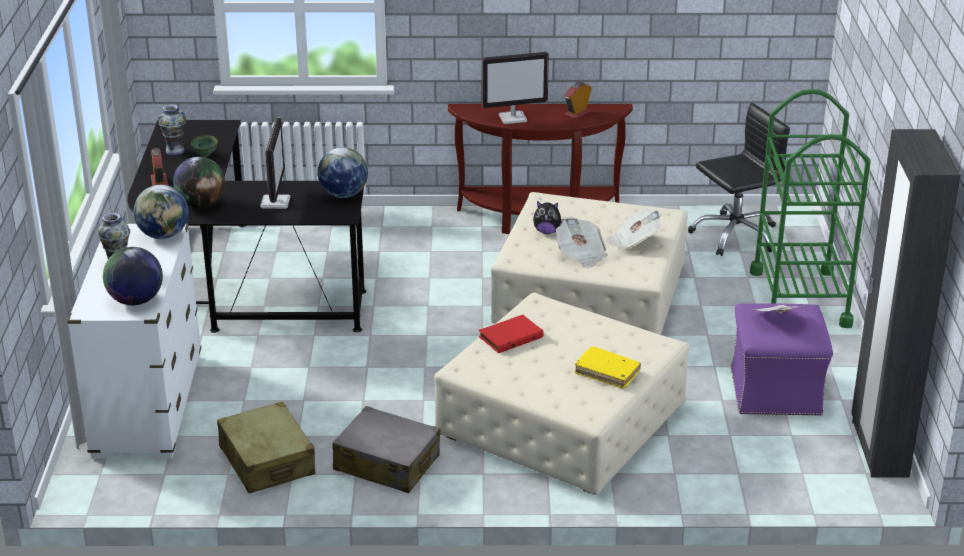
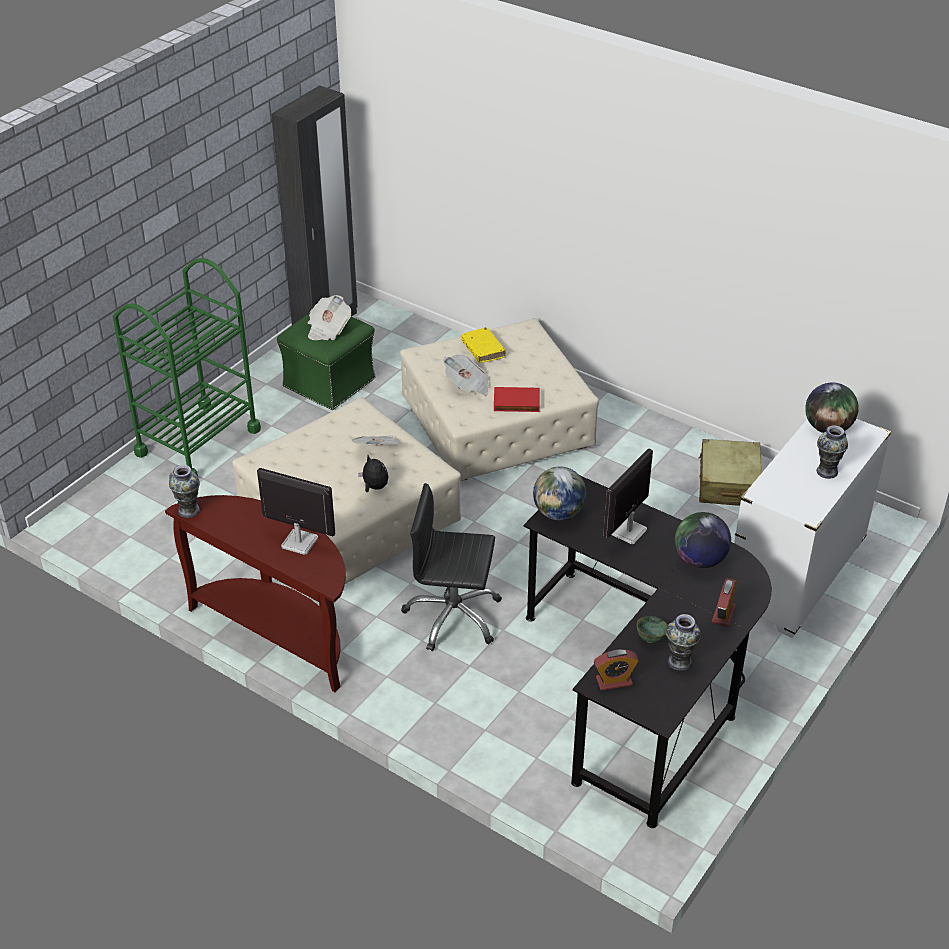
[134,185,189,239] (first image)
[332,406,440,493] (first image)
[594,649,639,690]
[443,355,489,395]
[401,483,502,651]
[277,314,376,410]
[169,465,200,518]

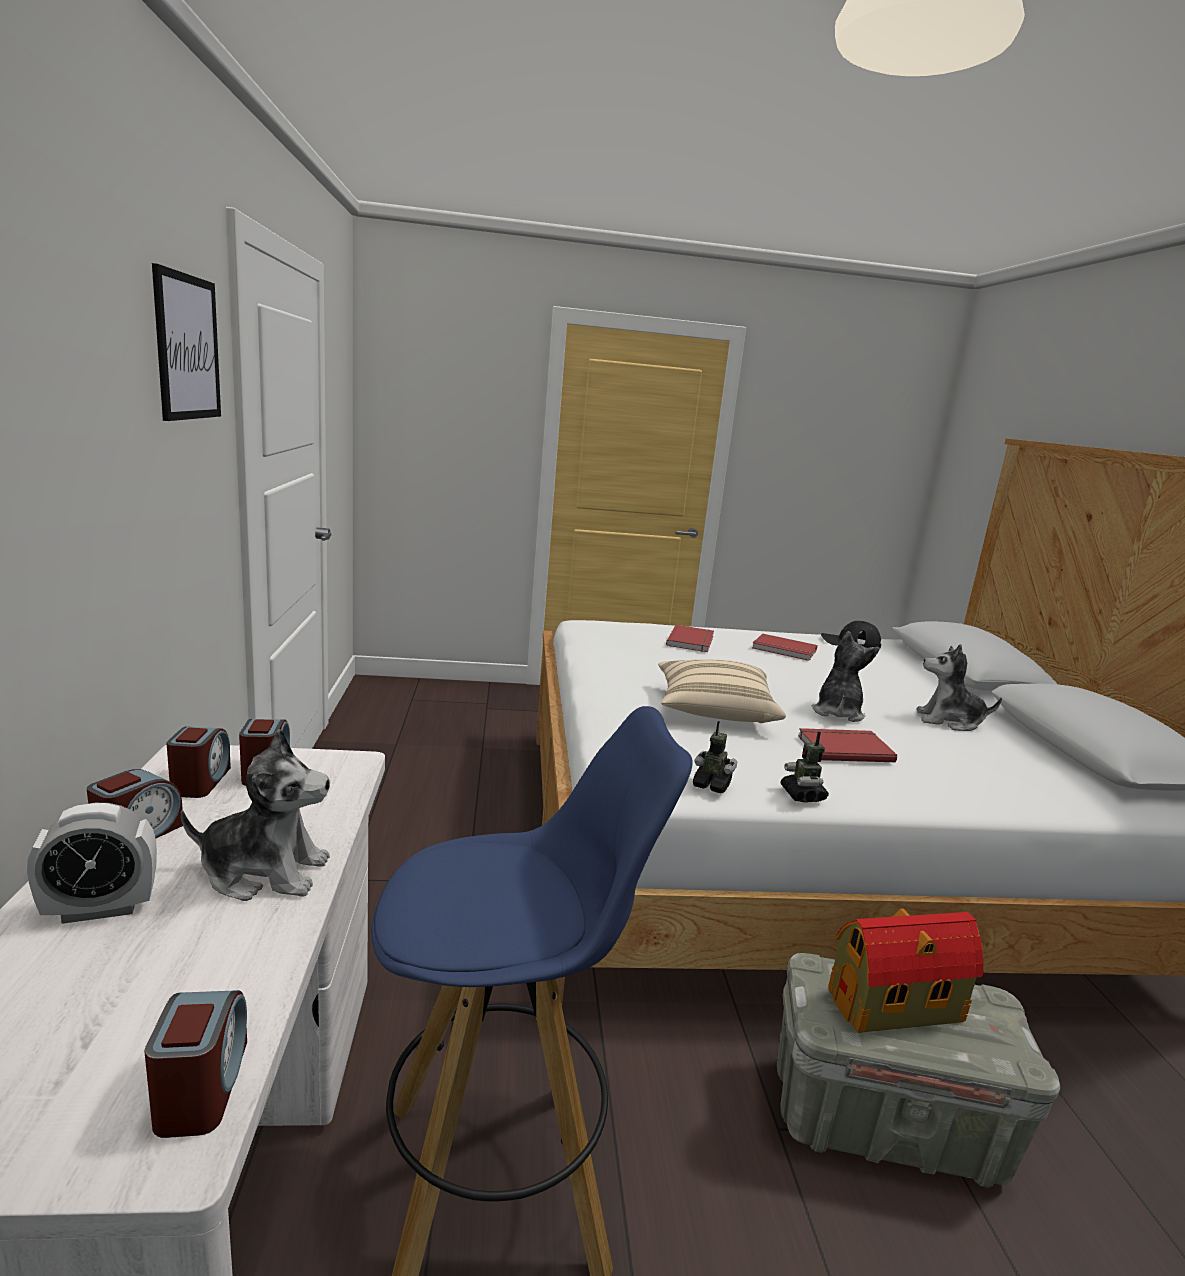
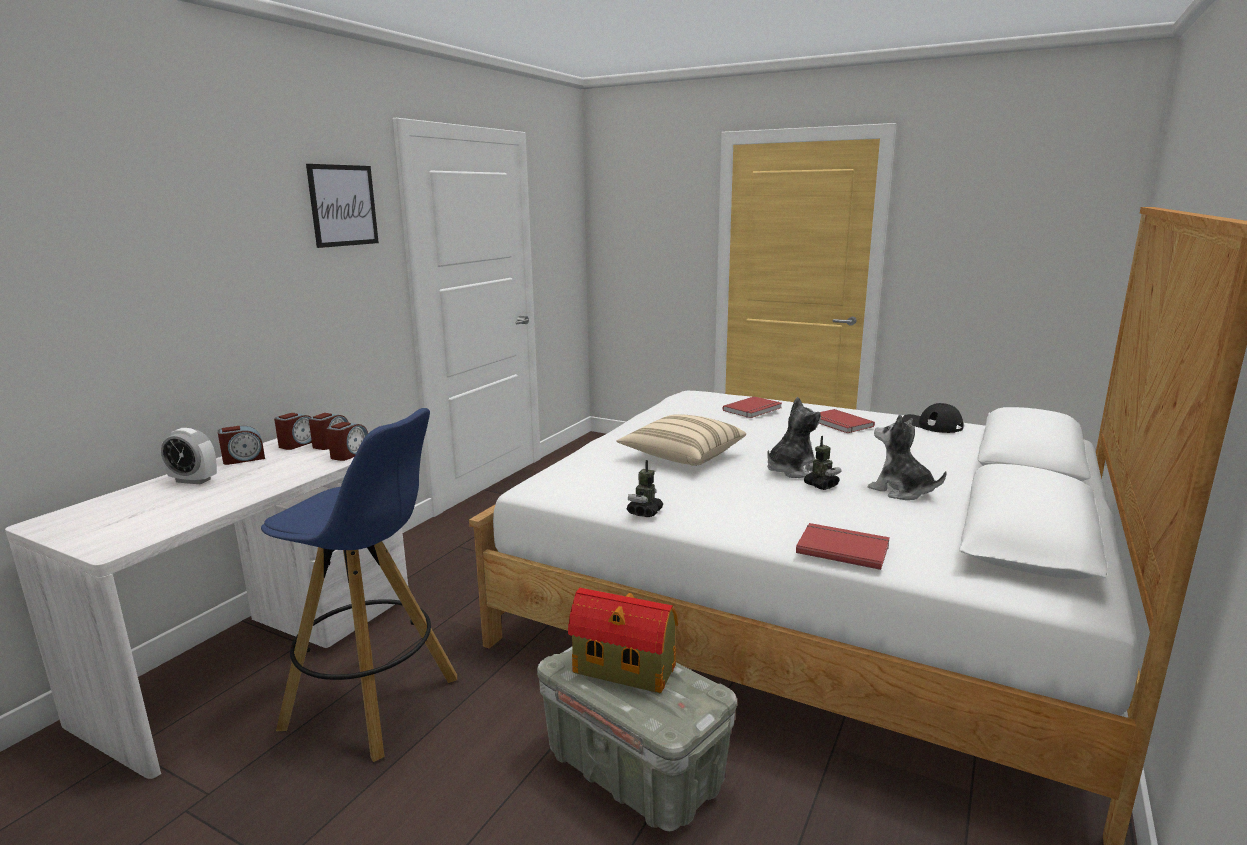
[327,422,368,461]
[181,729,330,901] (first image)
[804,436,841,490]
[796,523,890,570]

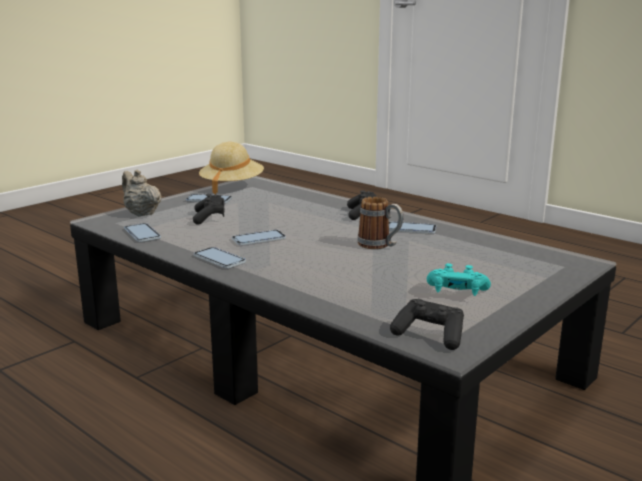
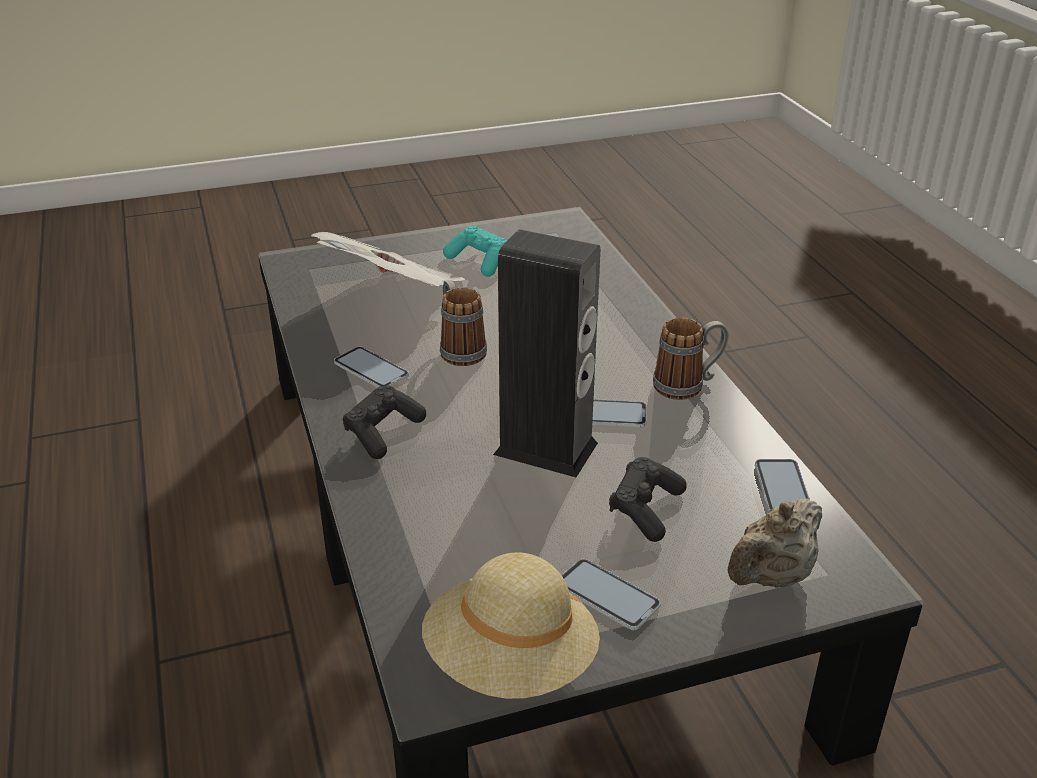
[728,498,822,588]
[653,317,729,400]
[390,299,464,350] (first image)
[311,232,465,287]
[493,229,600,477]

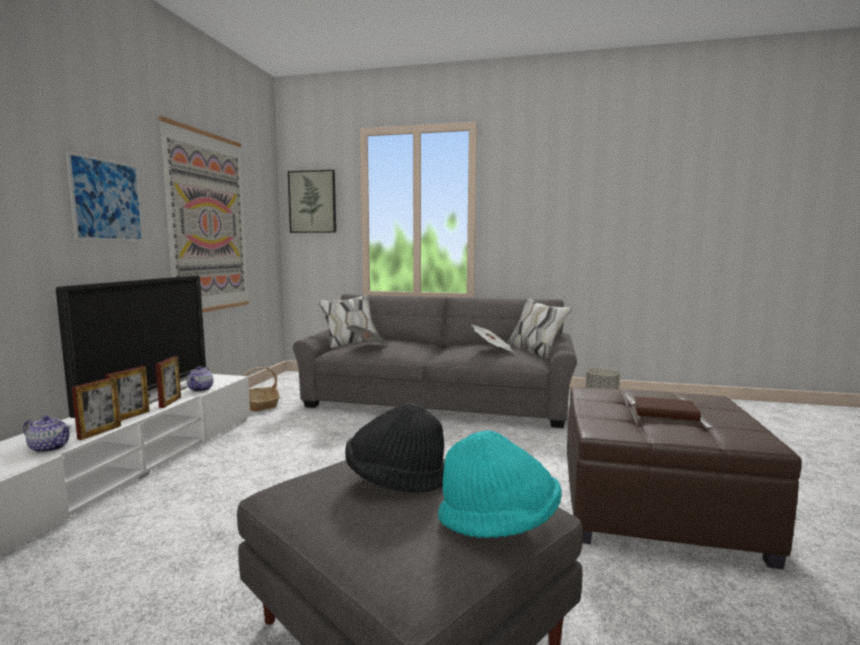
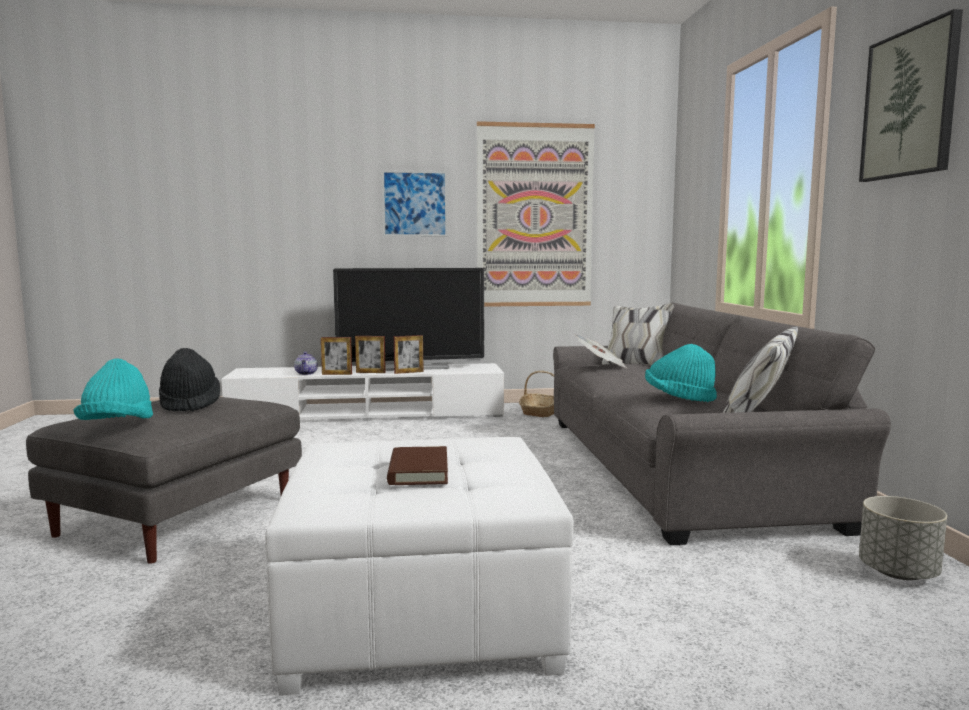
[187,366,213,392] (first image)
[859,9,963,182]
[645,344,717,402]
[265,437,574,695]

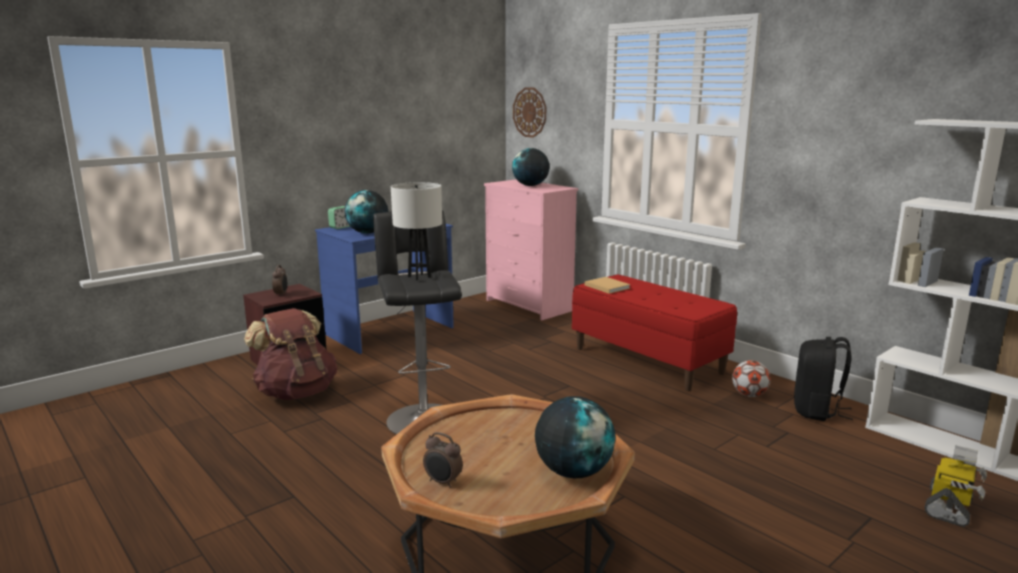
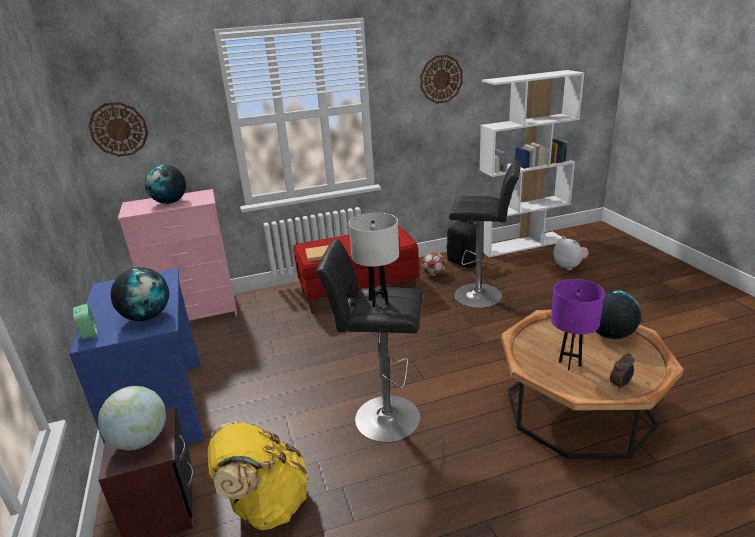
[208,421,309,530]
[98,386,166,450]
[553,236,589,270]
[420,55,463,104]
[449,160,521,308]
[551,279,605,370]

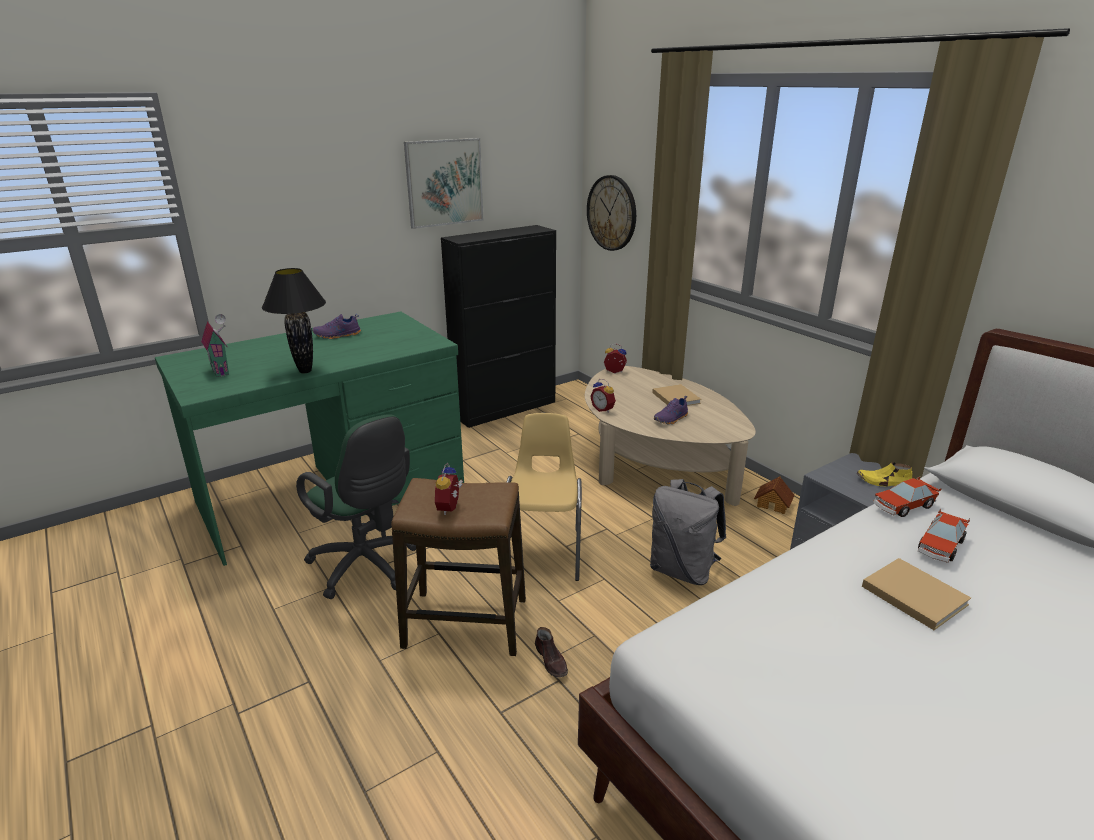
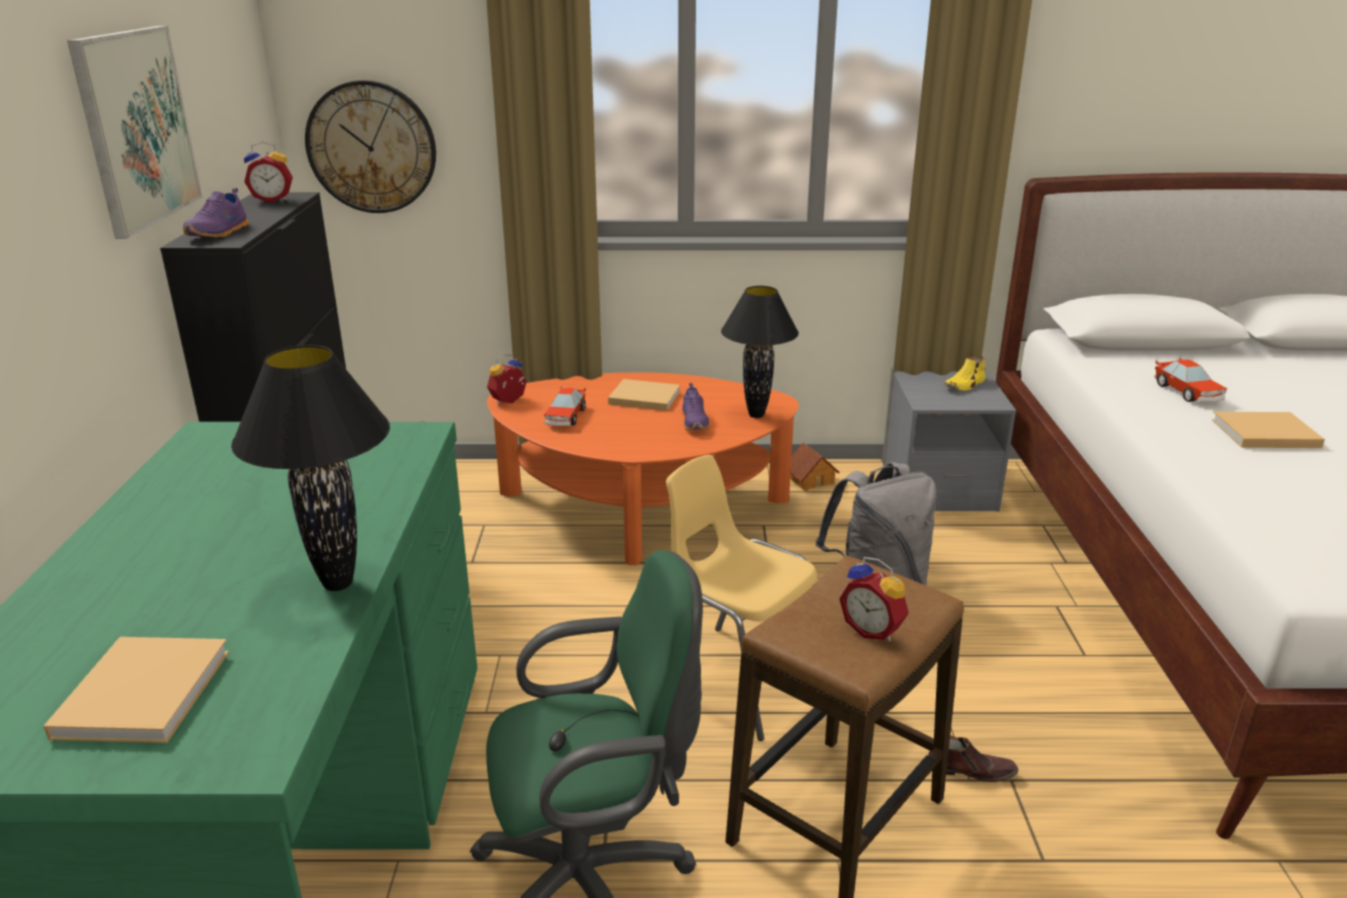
[43,637,229,743]
[183,188,248,237]
[487,372,799,565]
[244,142,293,203]
[544,386,586,426]
[721,286,799,418]

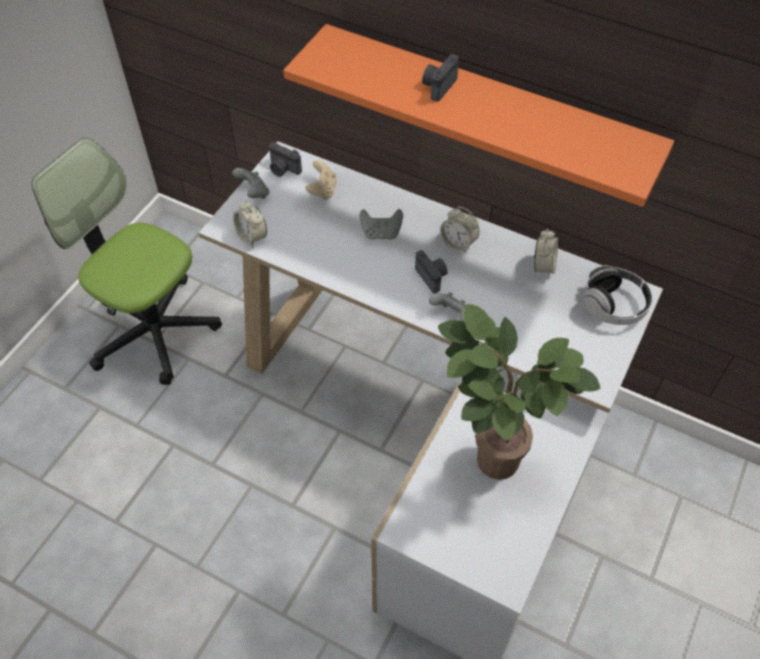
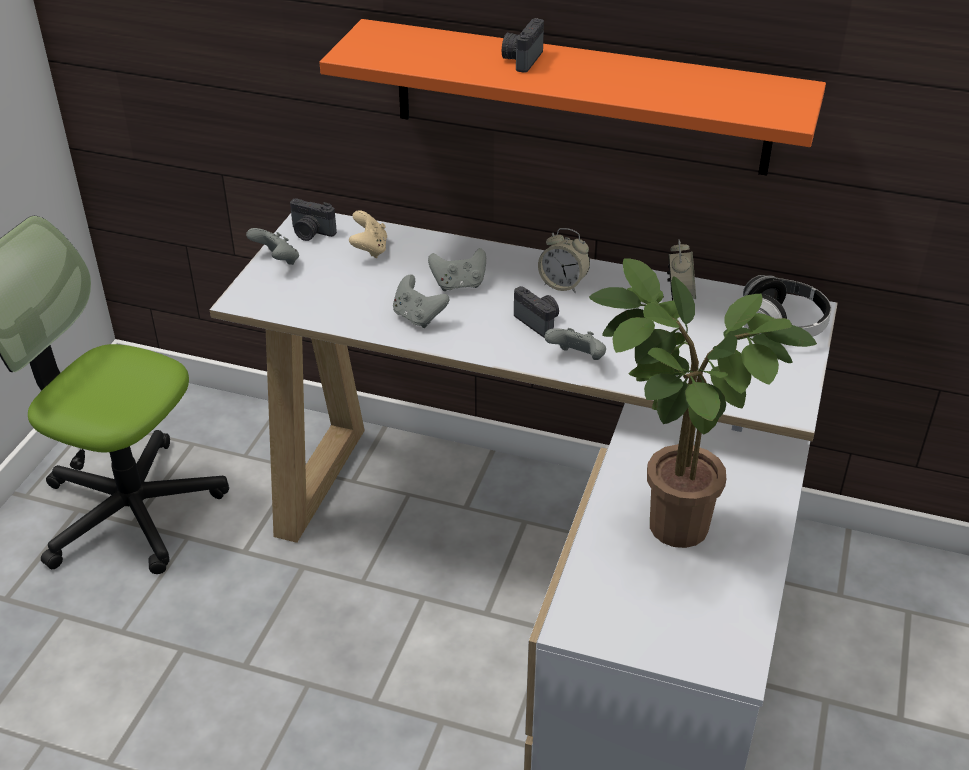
[233,200,267,247] (first image)
[393,275,449,328]

